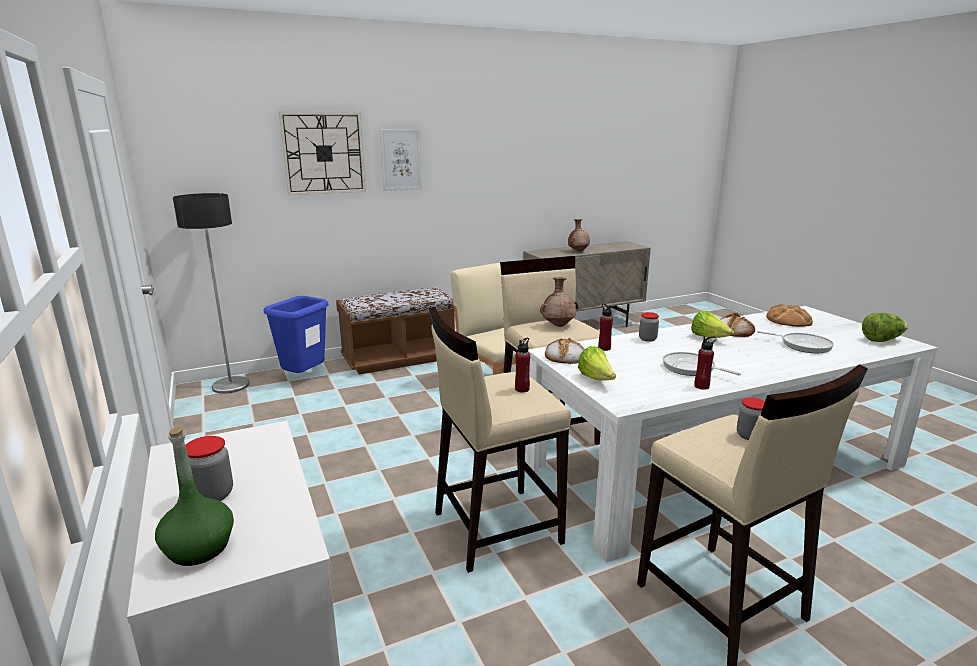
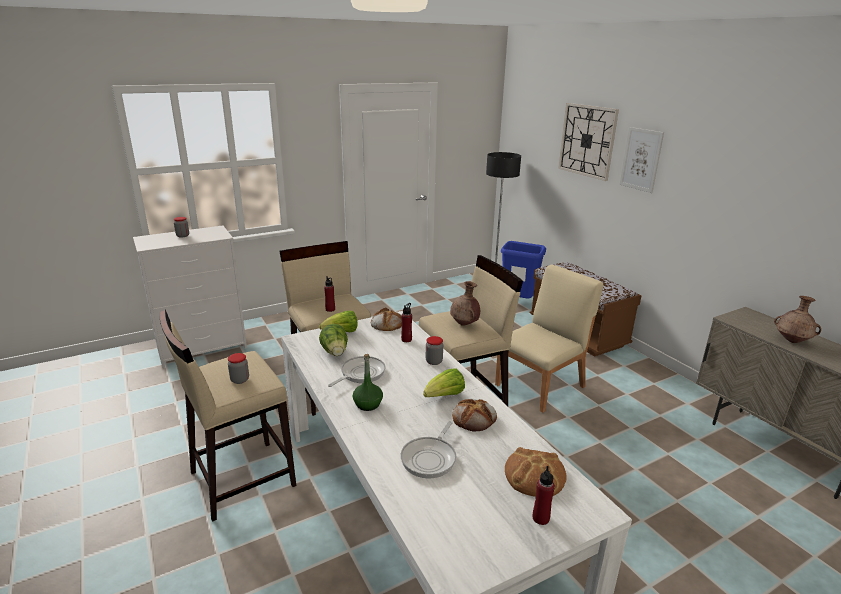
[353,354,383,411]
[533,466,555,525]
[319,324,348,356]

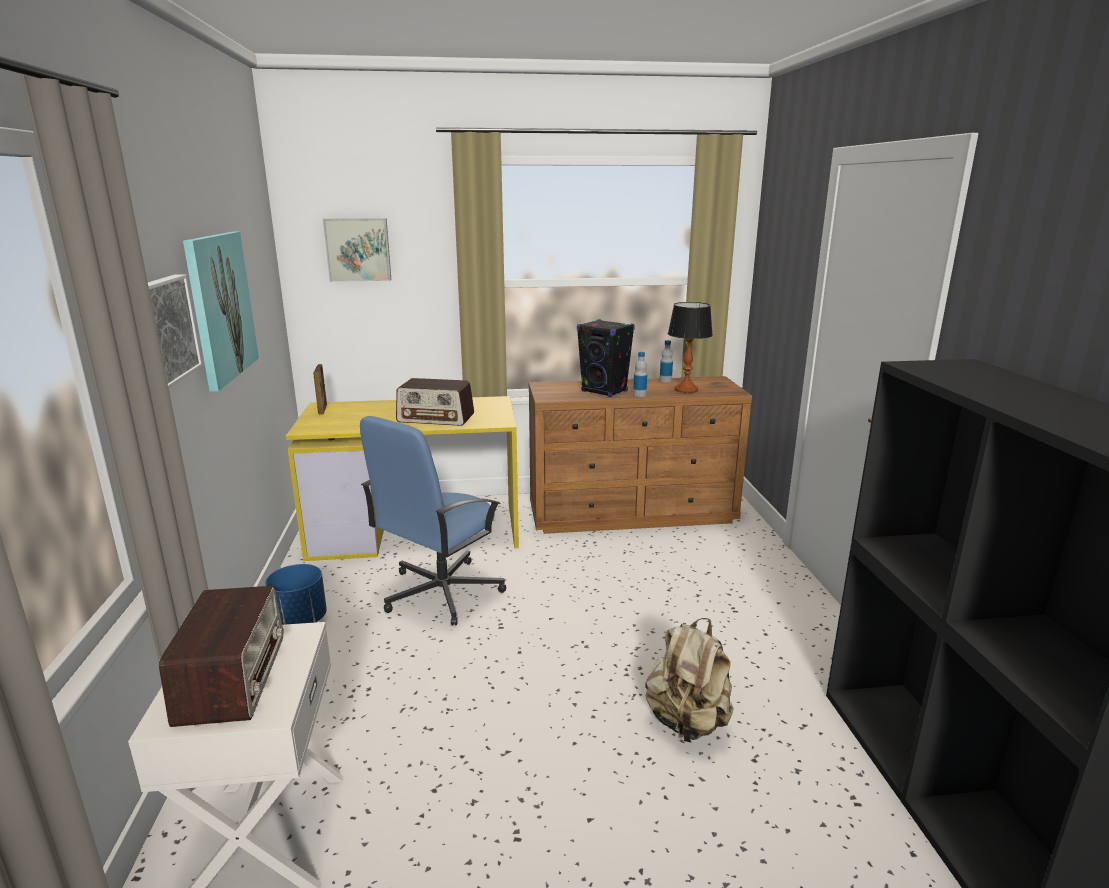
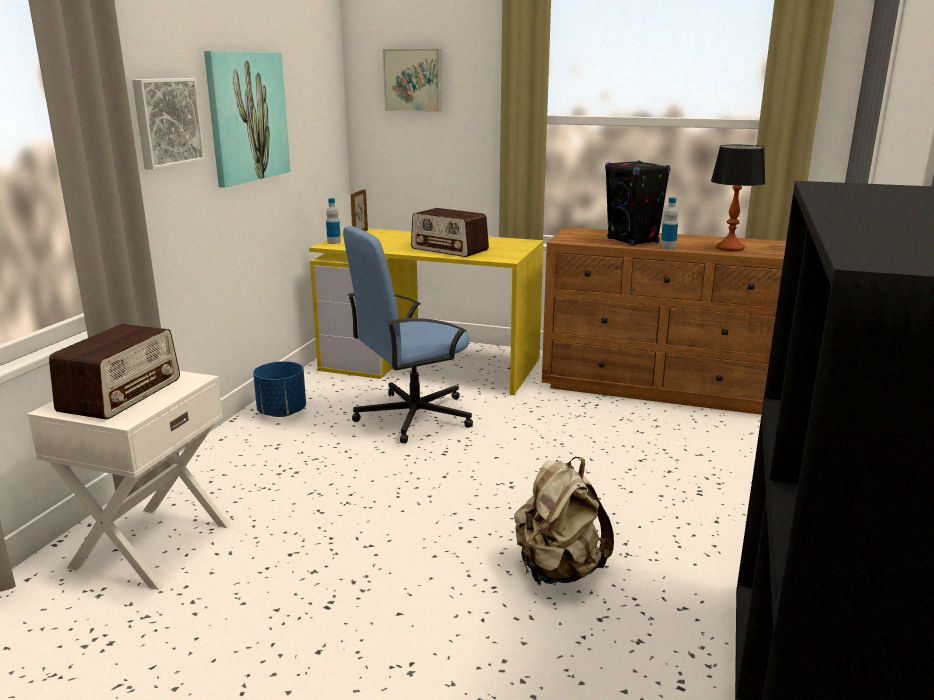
[326,198,341,244]

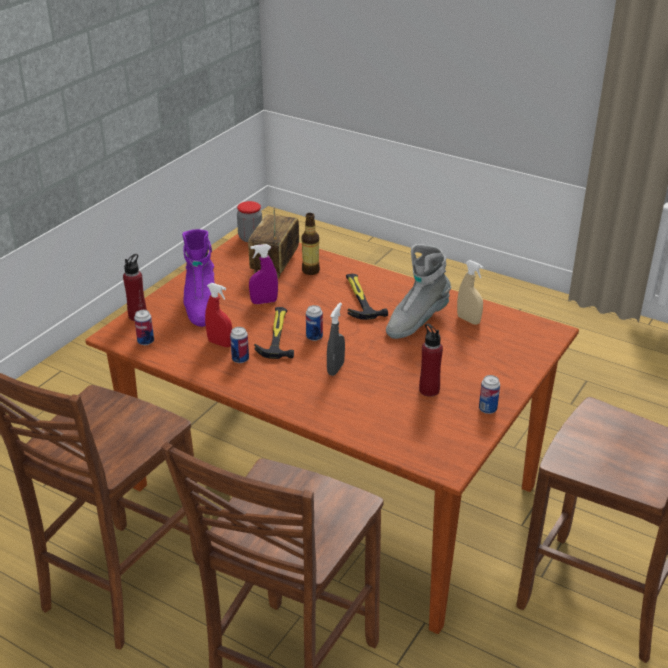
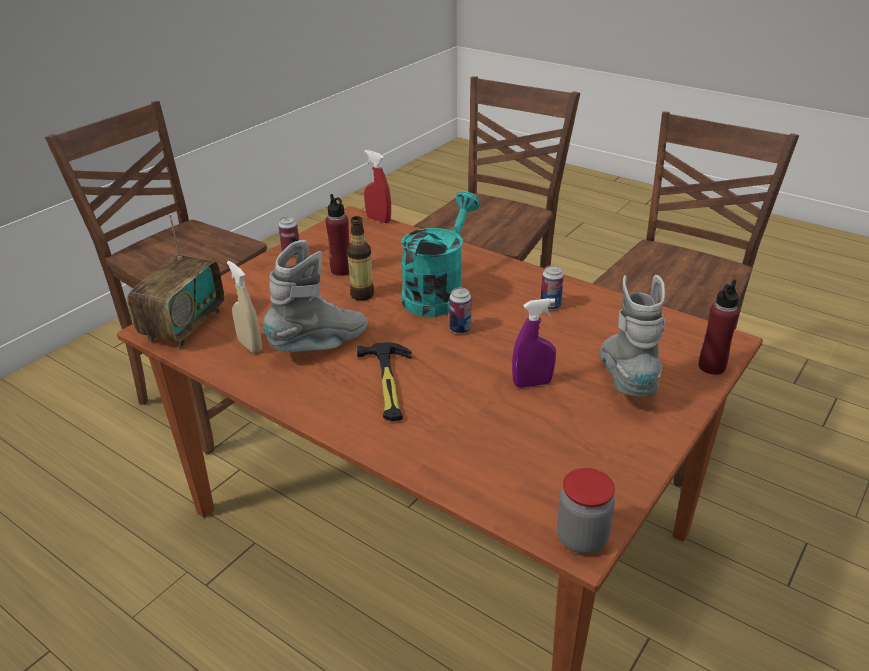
[134,310,154,345] (first image)
[599,275,665,397]
[364,150,391,223]
[127,214,224,349]
[254,307,294,359] (first image)
[347,216,374,301]
[401,191,480,317]

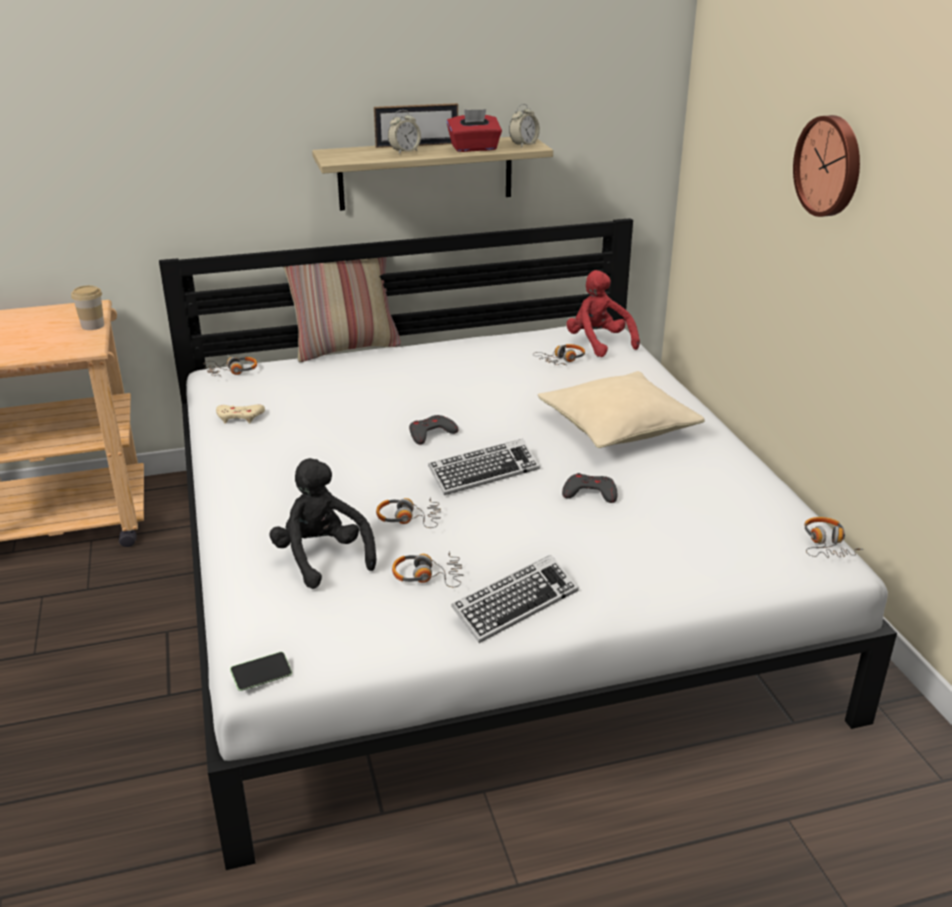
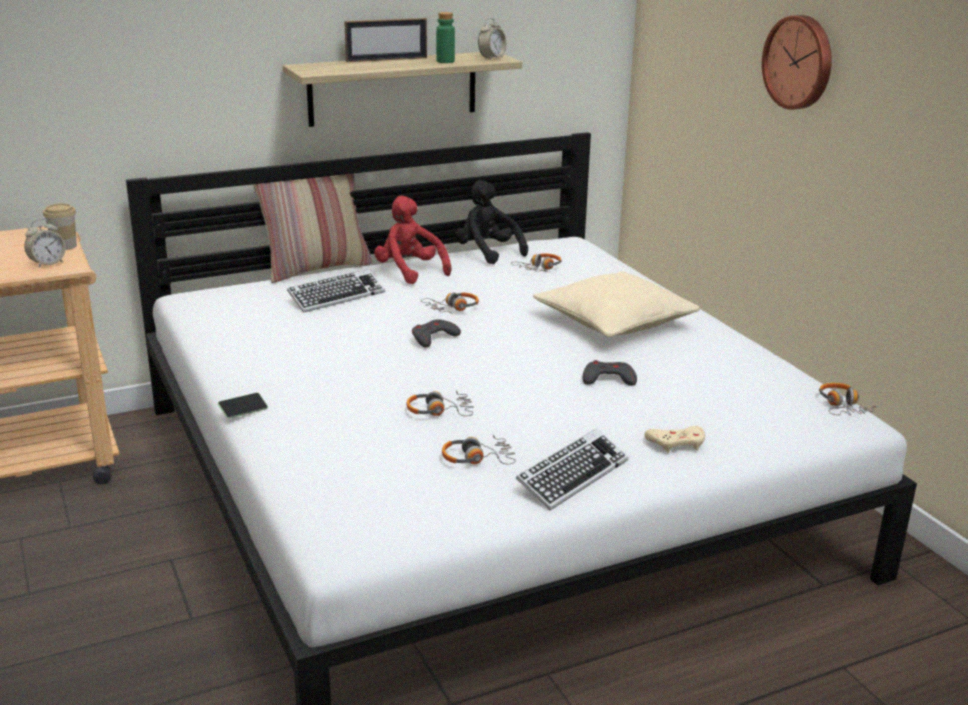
[421,293,479,314]
[644,426,705,453]
[218,392,268,418]
[455,180,528,264]
[24,219,66,268]
[287,269,385,313]
[436,12,455,63]
[374,196,452,284]

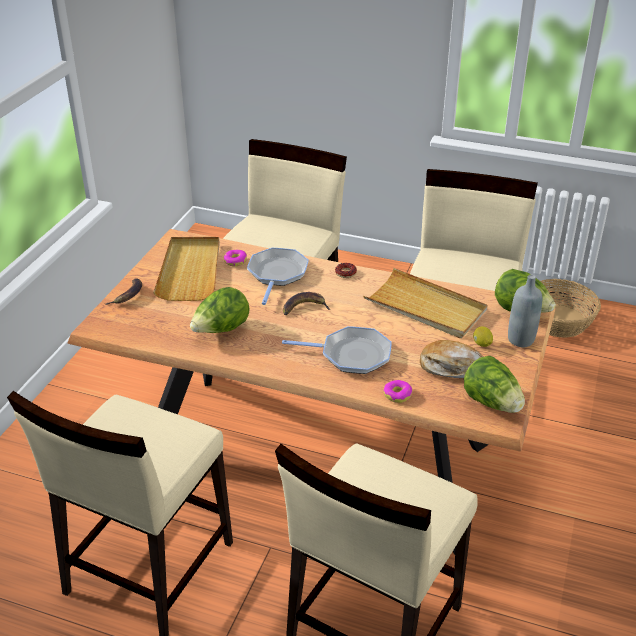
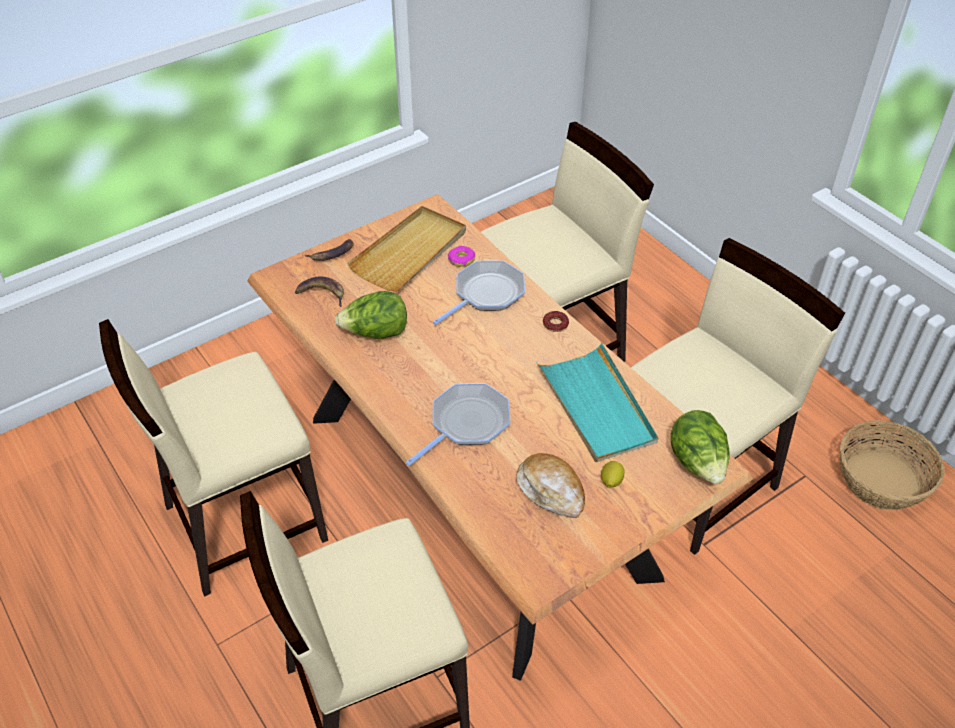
[406,383,510,466]
[295,277,344,307]
[536,343,658,462]
[383,380,412,403] (first image)
[464,356,525,413] (first image)
[508,275,542,348] (first image)

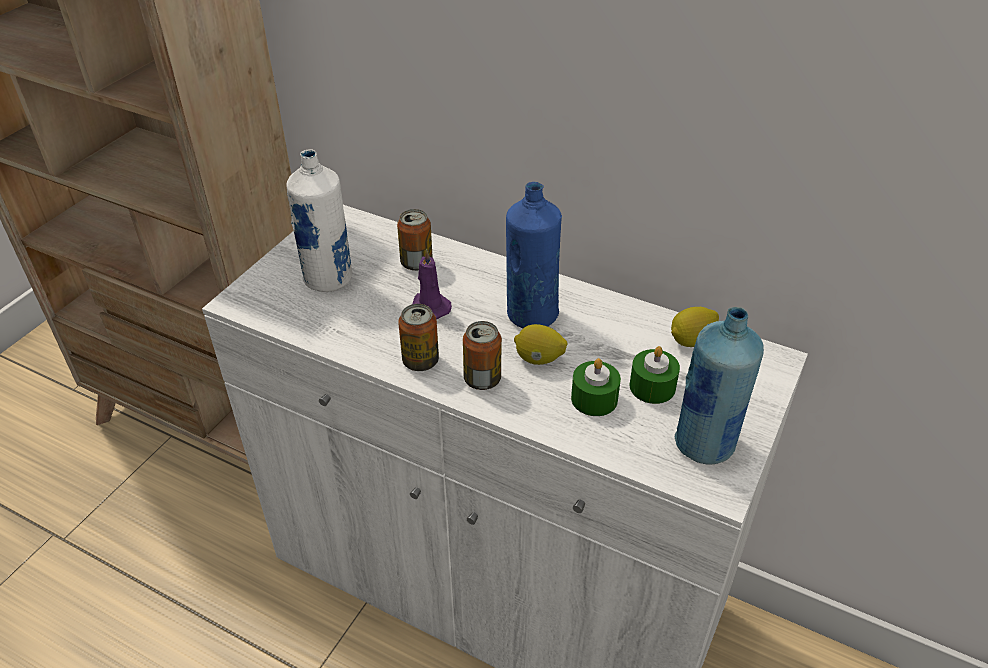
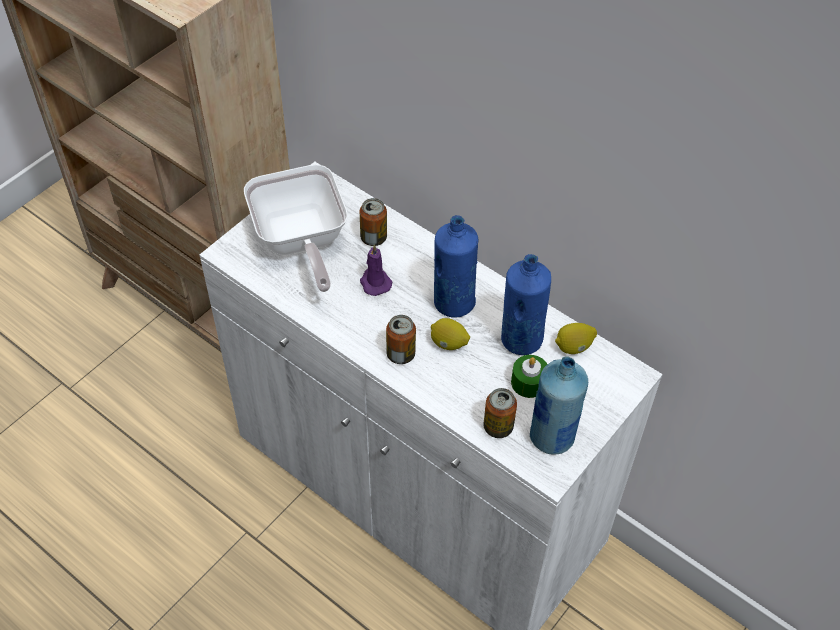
[244,164,348,292]
[483,388,517,438]
[571,358,621,416] (first image)
[501,254,551,355]

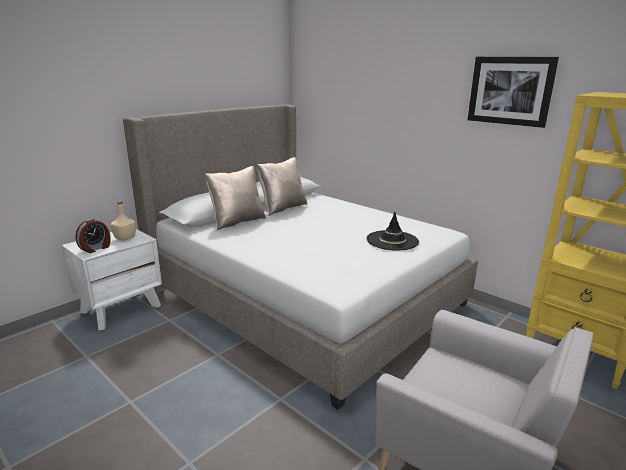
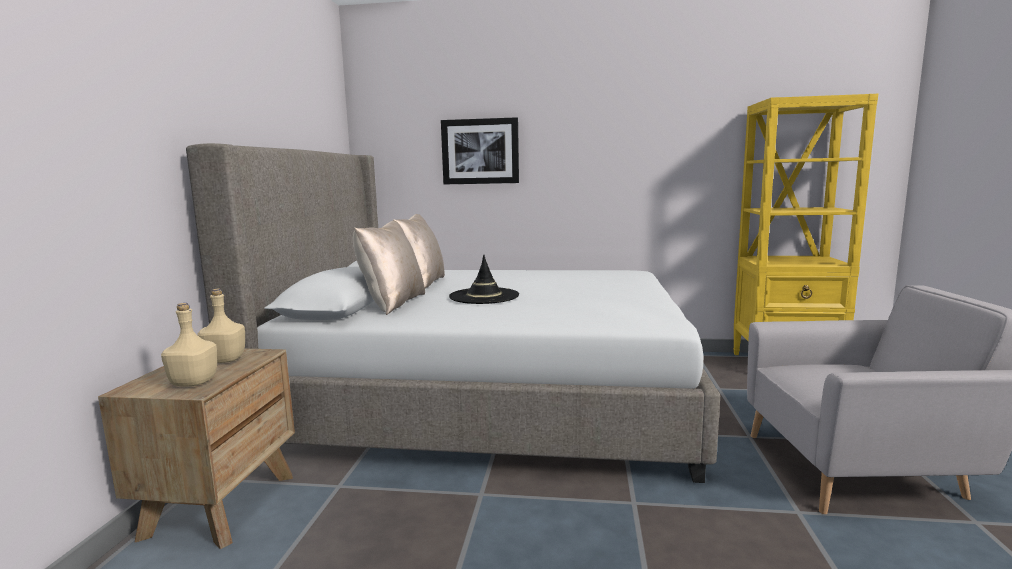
[98,349,295,549]
[161,303,217,386]
[449,255,519,304]
[441,117,519,184]

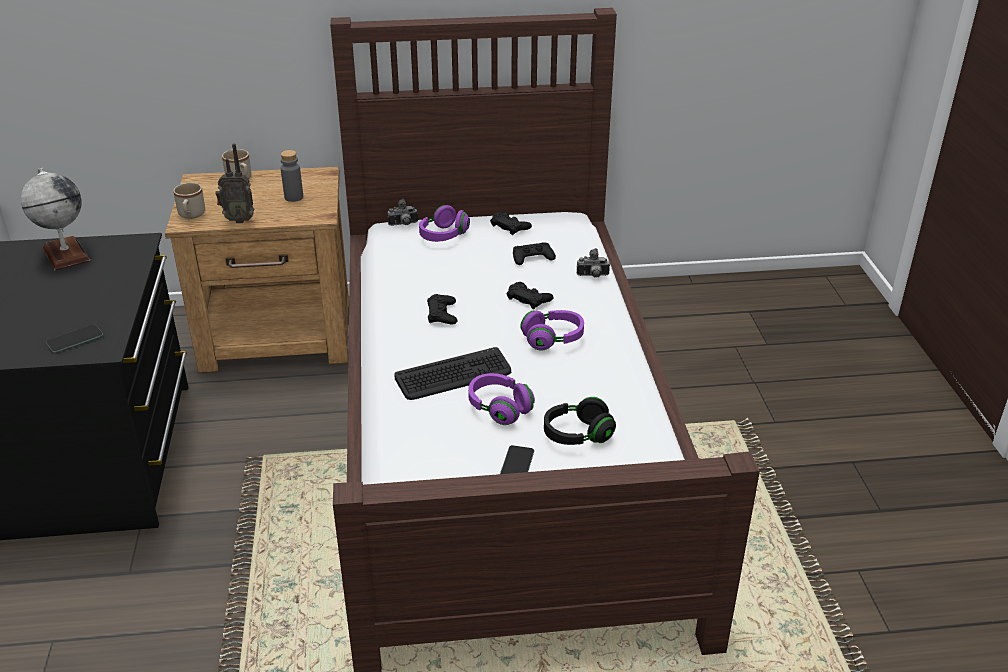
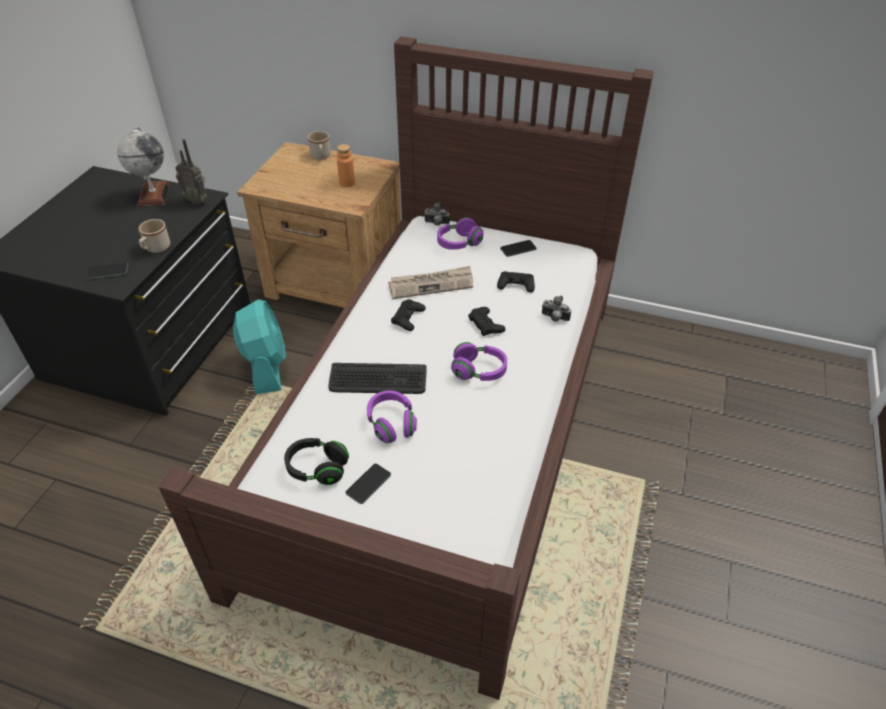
[139,219,170,253]
[176,139,207,205]
[337,144,355,187]
[500,240,537,257]
[284,438,349,485]
[233,299,286,395]
[388,266,473,299]

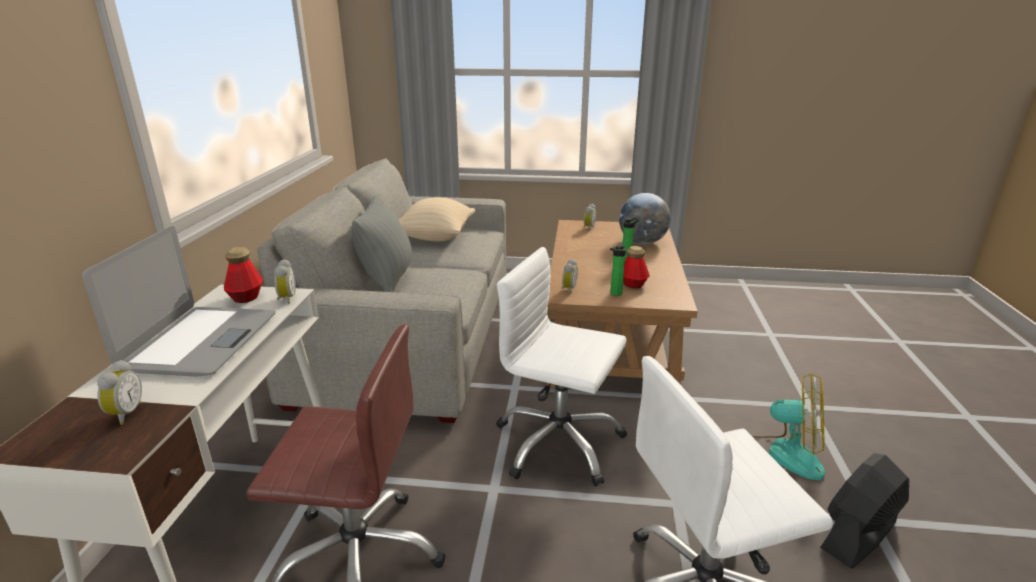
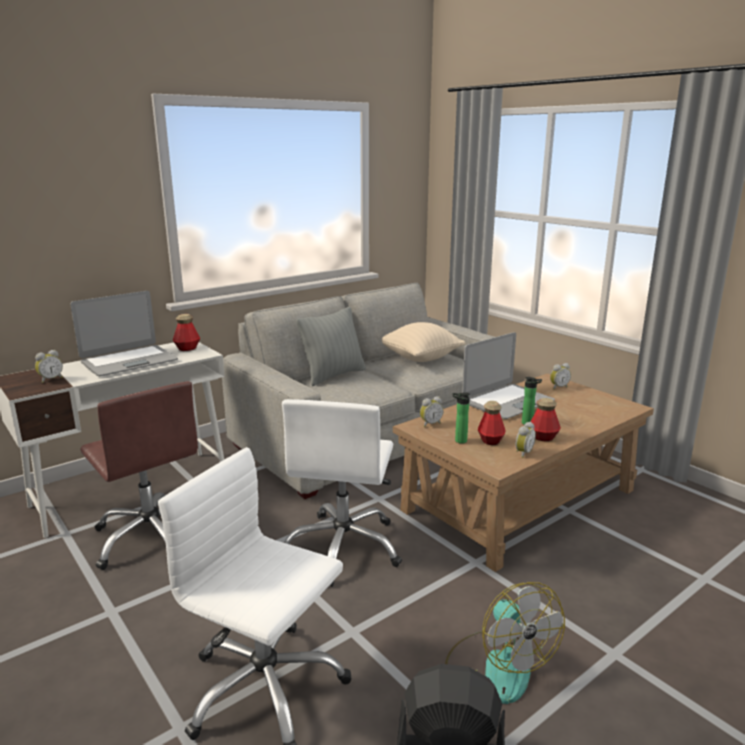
[516,422,536,458]
[282,399,402,587]
[619,193,671,244] (first image)
[462,332,555,419]
[530,398,561,441]

